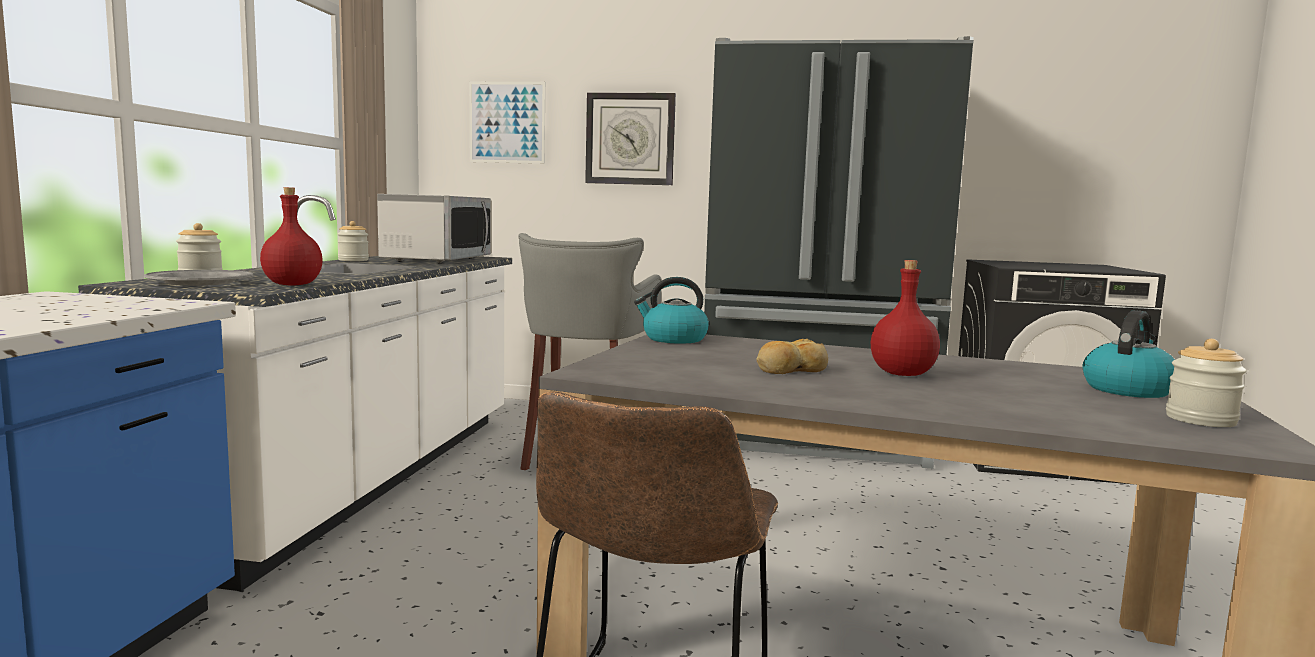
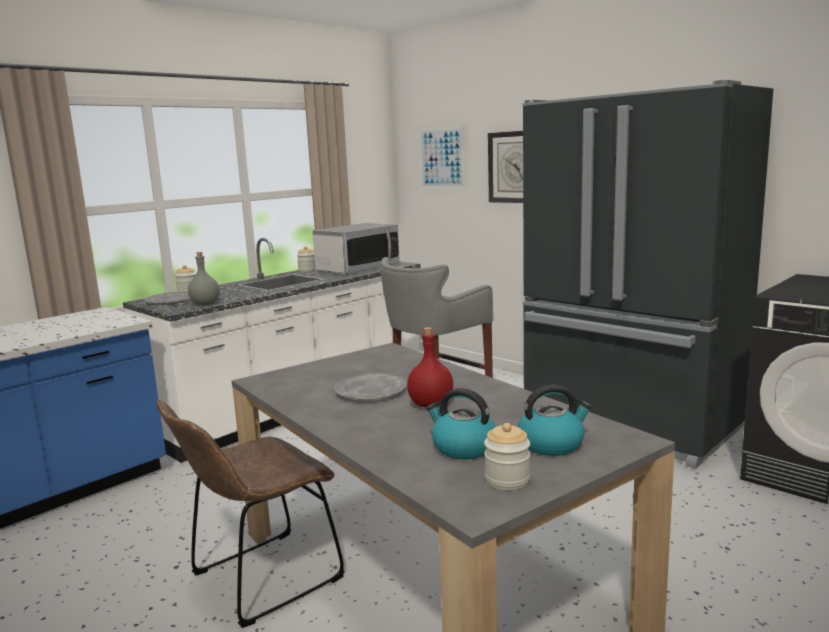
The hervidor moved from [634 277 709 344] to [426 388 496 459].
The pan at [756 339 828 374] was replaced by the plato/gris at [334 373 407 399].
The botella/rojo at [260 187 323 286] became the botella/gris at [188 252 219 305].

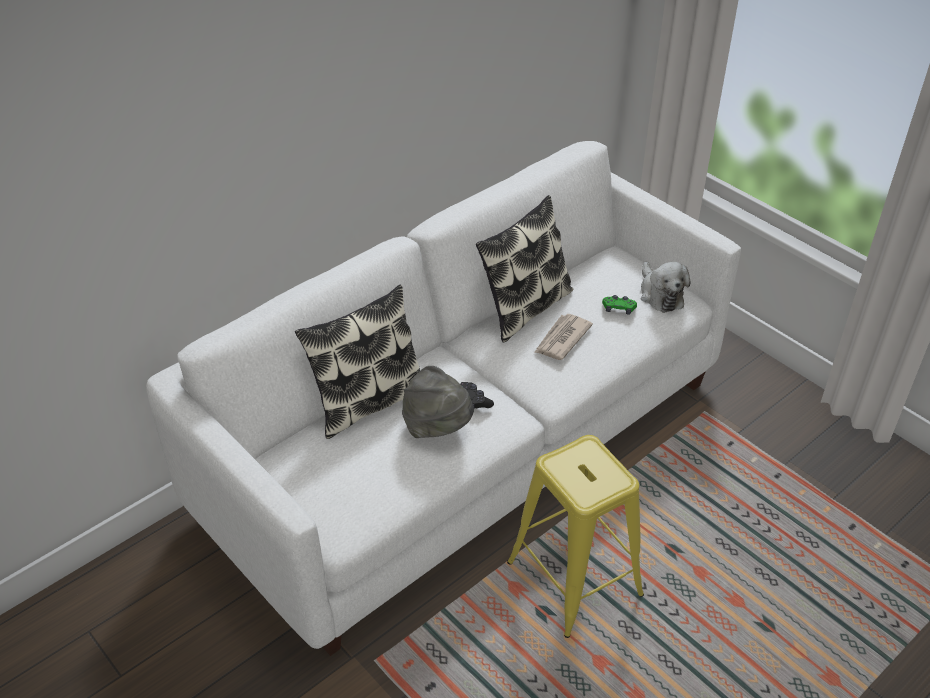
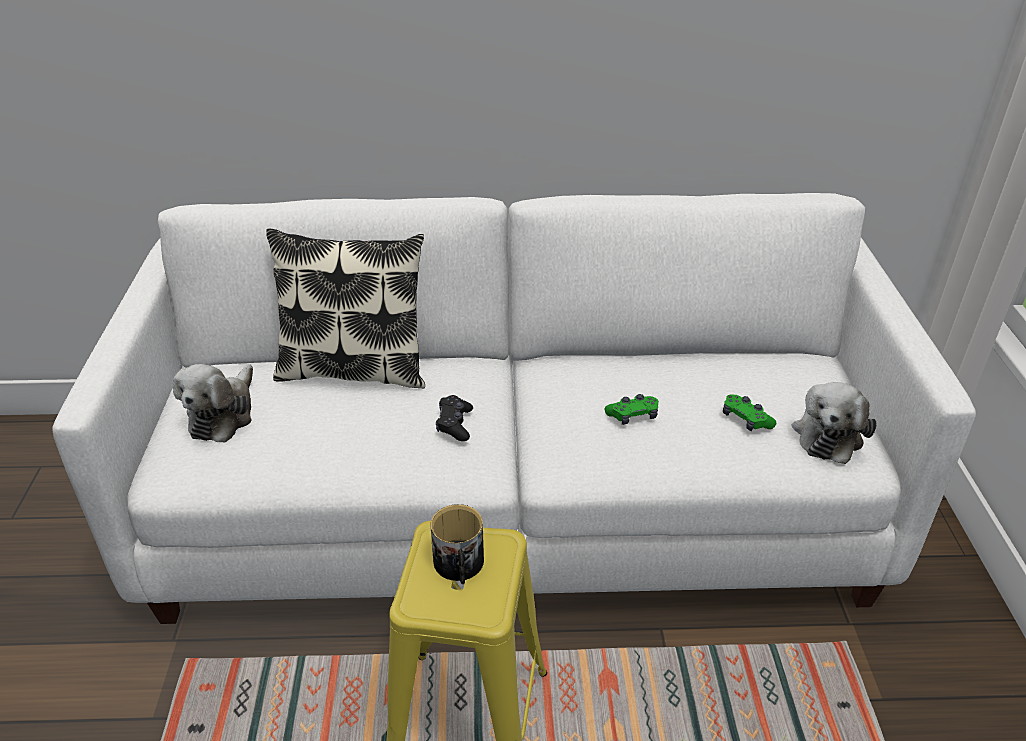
The sombrero/gris at [402 366 474 438] disappeared.
The cojín at [476 195 573 343] disappeared.
The peluche at [173 364 253 443] appeared.
The taza grande at [430 504 484 584] appeared.
The periódico at [534 314 593 360] was replaced by the mando de consola/verde at [605 394 659 425].

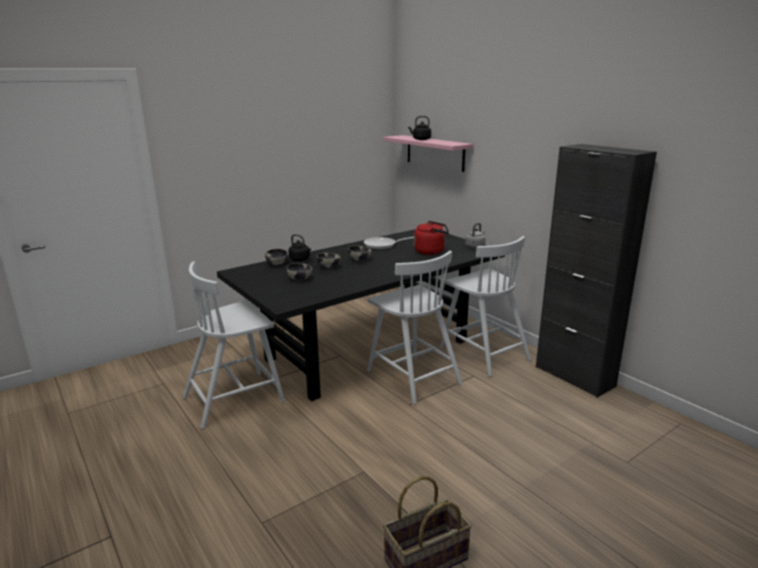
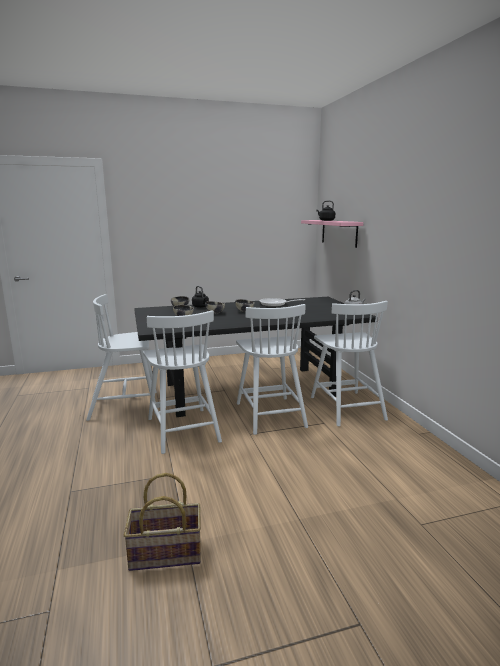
The hervidor/rojo at [414 221 449 255] disappeared.
The armario/negro at [536 144 657 398] disappeared.
The silla/blanco at [143 310 222 454] appeared.

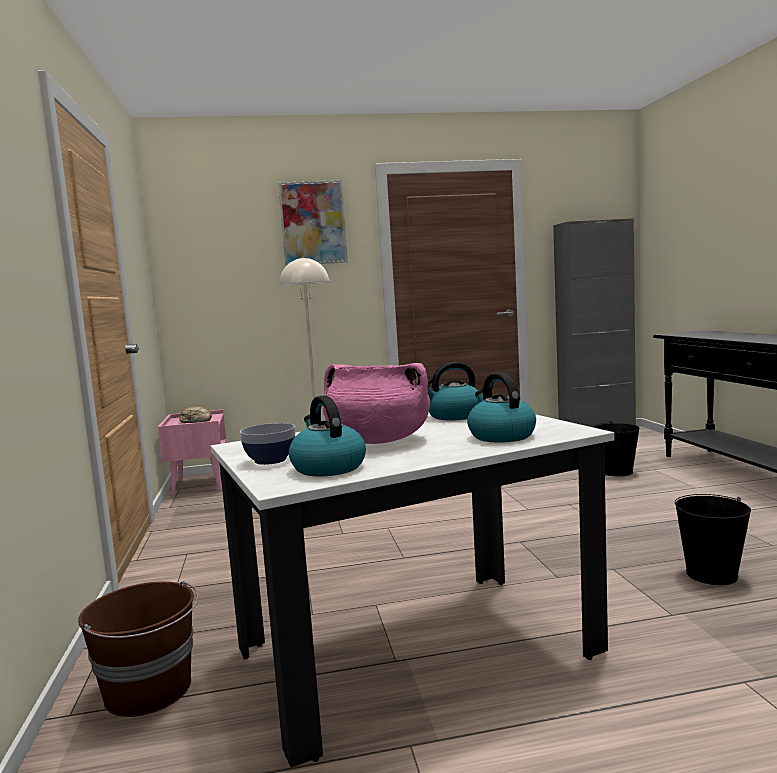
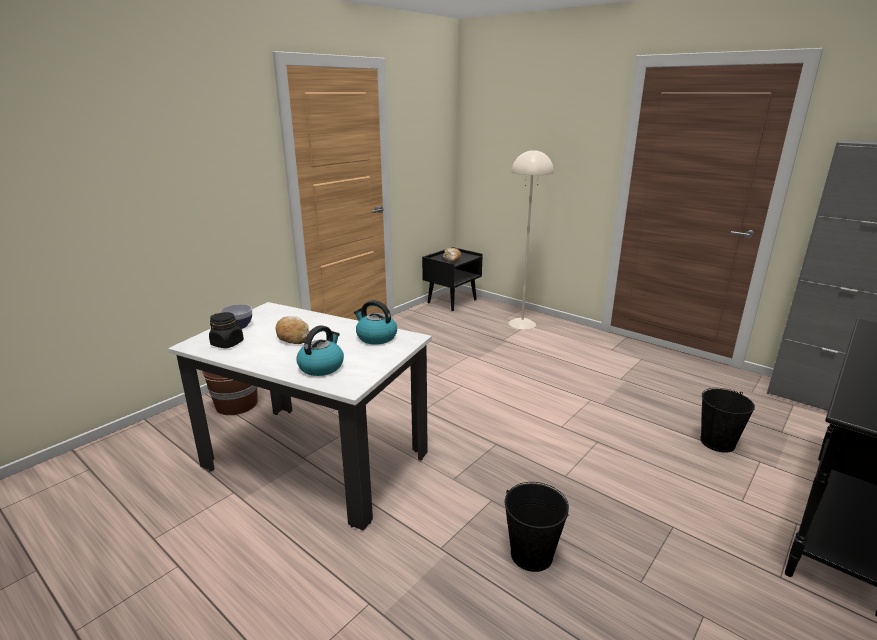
The cuadro at [278 180 348 266] disappeared.
The hervidor at [289 395 366 476] was replaced by the tarro/negro at [209 312 244 348].
The olla/rosa at [322 363 430 444] was replaced by the pan at [276 316 310 344].
The mesita de noche/rosa at [158 410 226 496] became the mesita de noche/negro at [422 247 483 311].

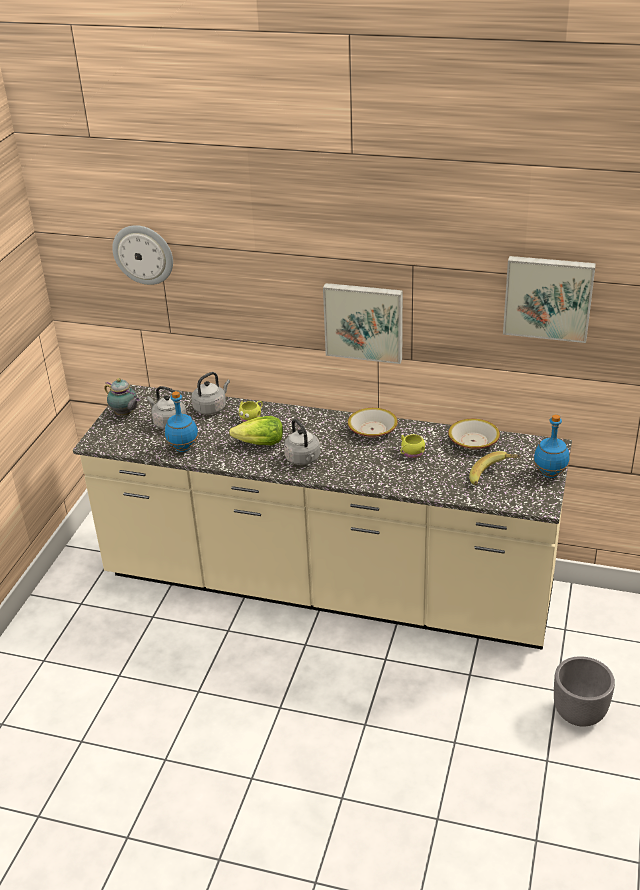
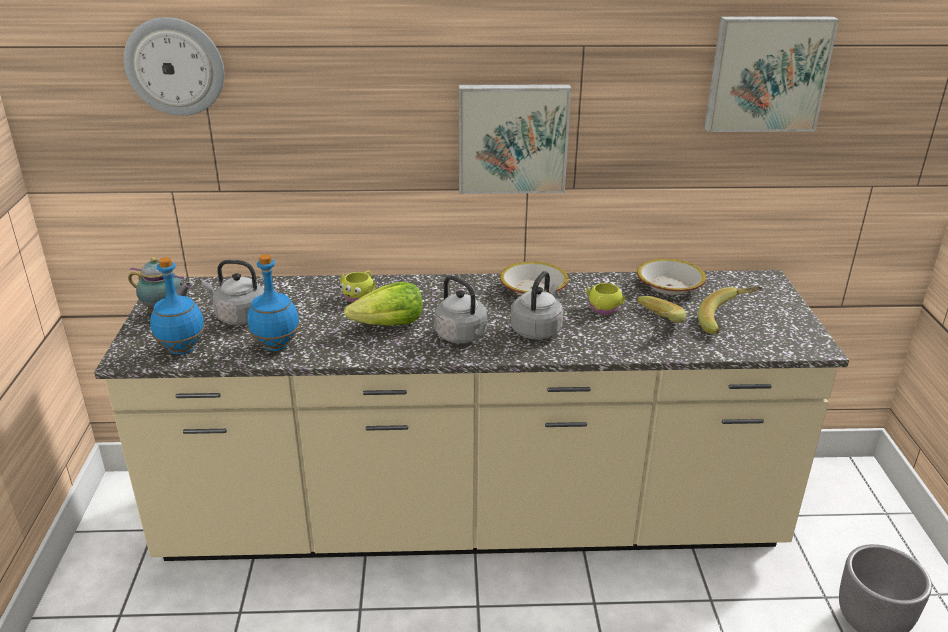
The plátano at [636 296 686 323] appeared.
The hervidor/gris moved from [192 372 230 415] to [510 271 563 340].
The botella/azul moved from [534 414 570 478] to [150 257 205 355].

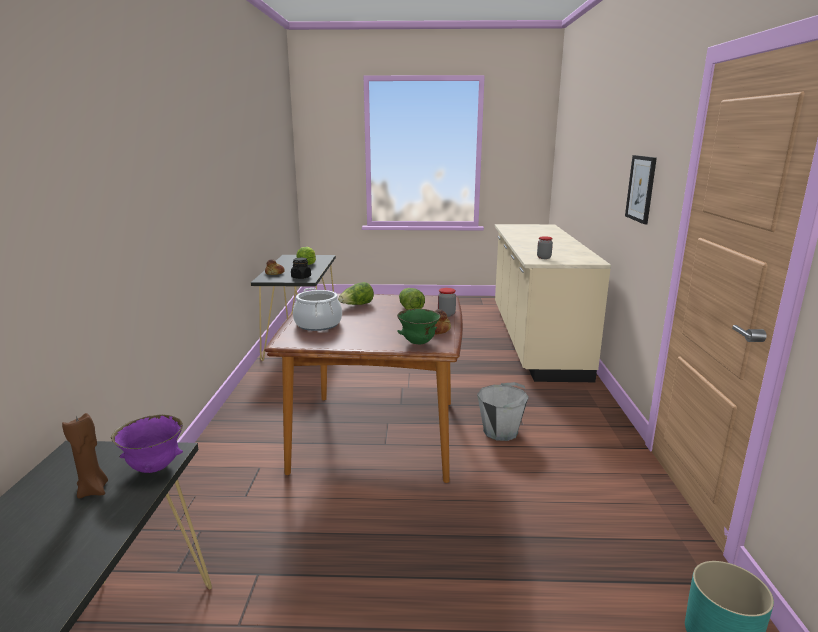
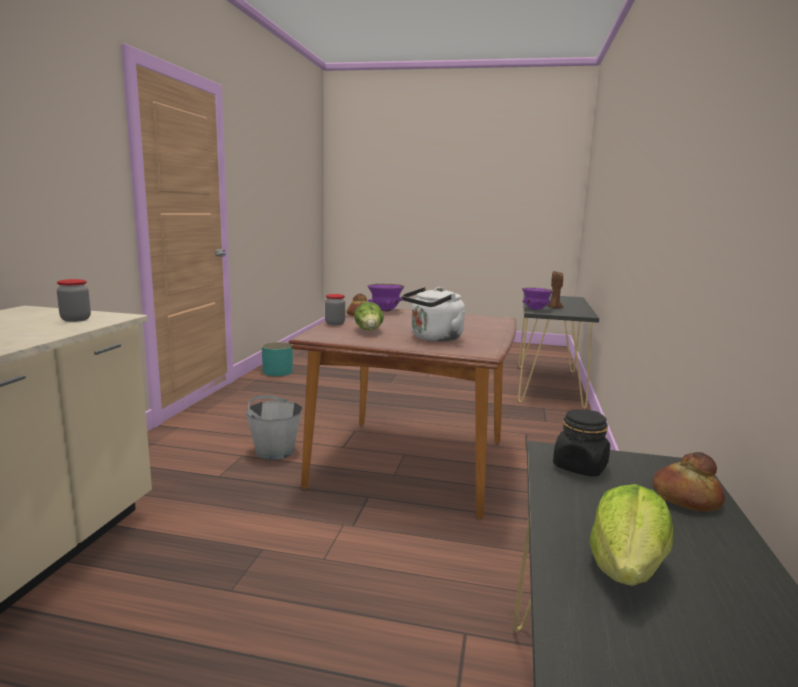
The olla at [293 288 342 331] disappeared.
The cuadro at [625 155 657 224] disappeared.
The lechuga at [338 282 374 305] was replaced by the hervidor/blanco at [402 287 465 342].
The cuenco/verde at [397 309 441 344] became the cuenco/morado at [368 283 404 311].

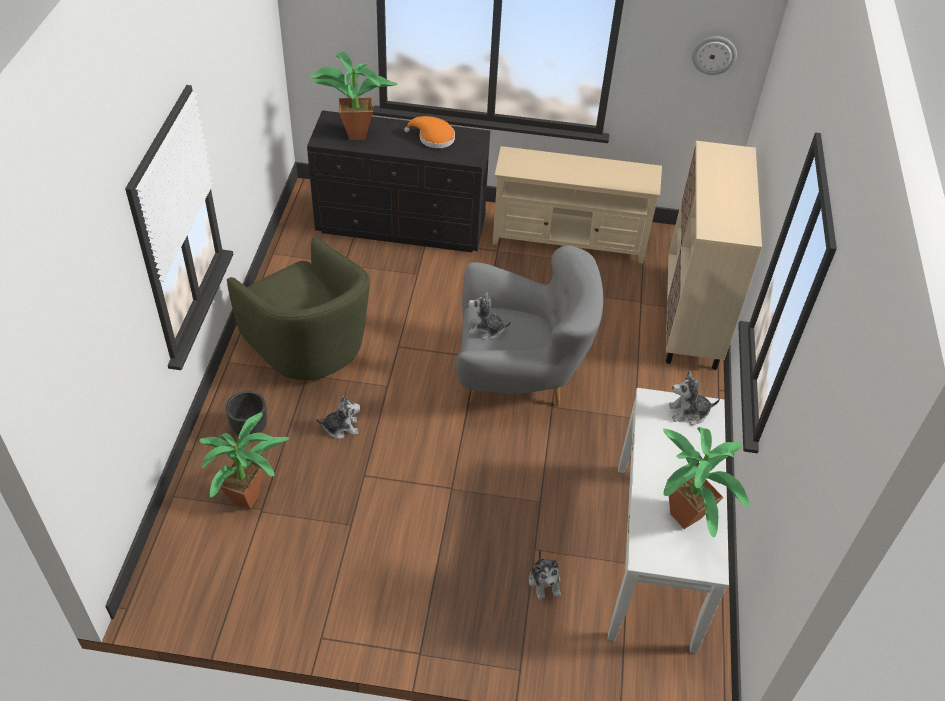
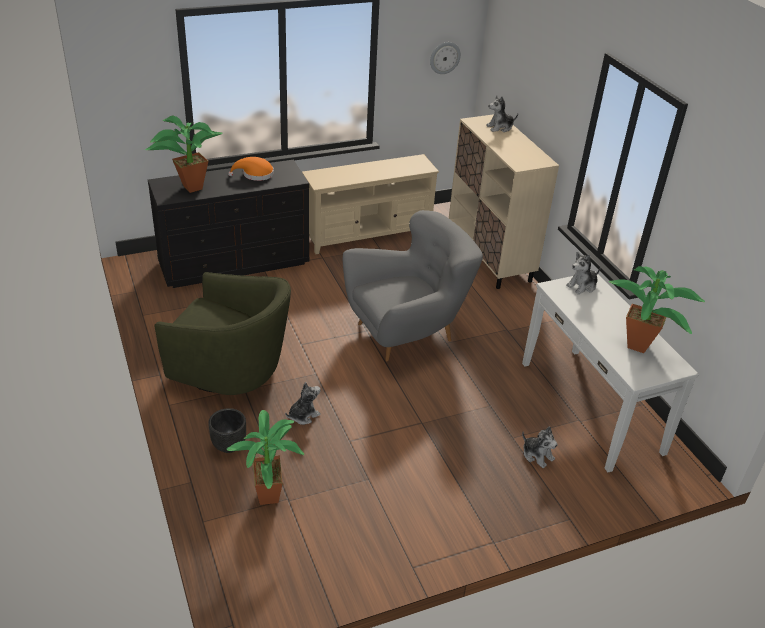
The peluche moved from [468 291 511 340] to [486 95 518 132].

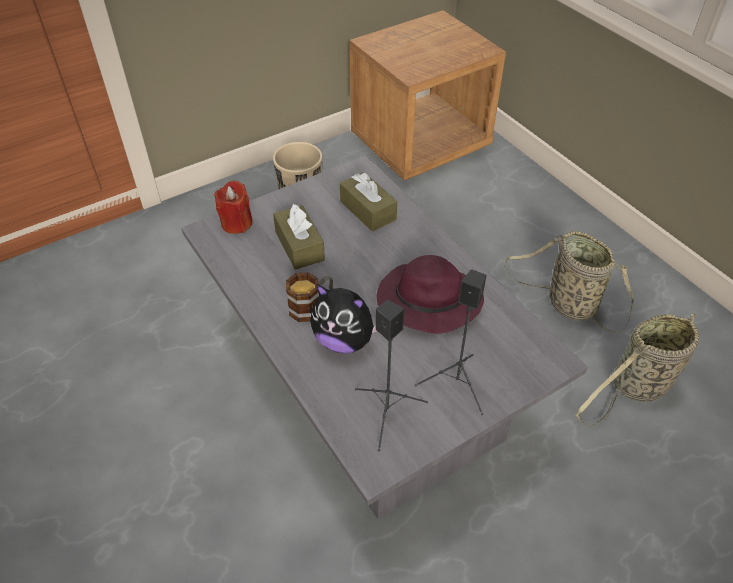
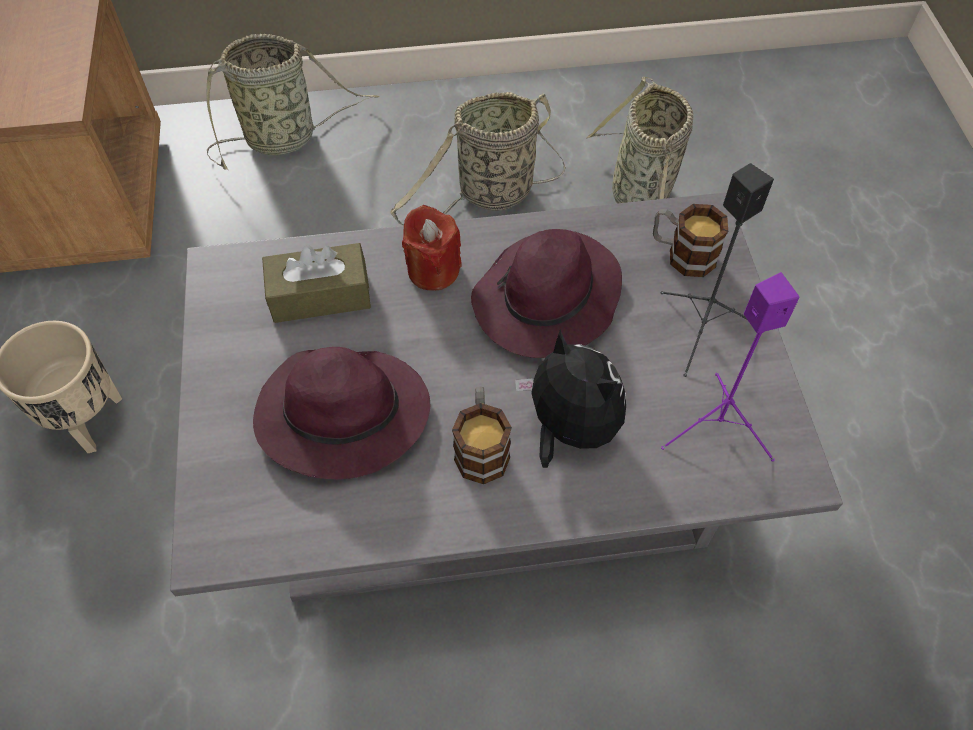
The cesta at [207 34 380 170] appeared.
The taza grande at [653 204 728 277] appeared.
The vela/rojo moved from [214 181 253 234] to [402 205 462 291].
The caja de pañuelos/marrón at [273 204 325 270] was replaced by the sombrero/morado at [253 347 430 479].
The altavoz/negro at [355 299 428 451] became the altavoz/morado at [661 272 800 462].
The peluche at [310 284 377 354] turned 90 degrees counterclockwise.

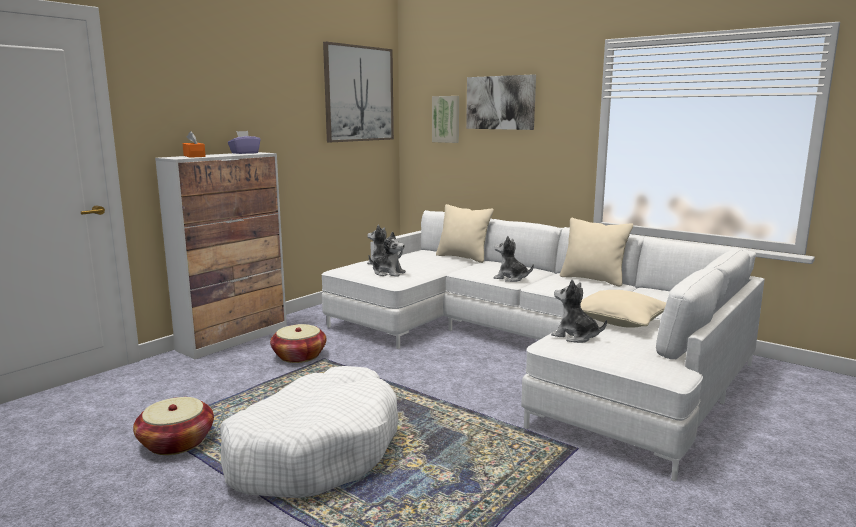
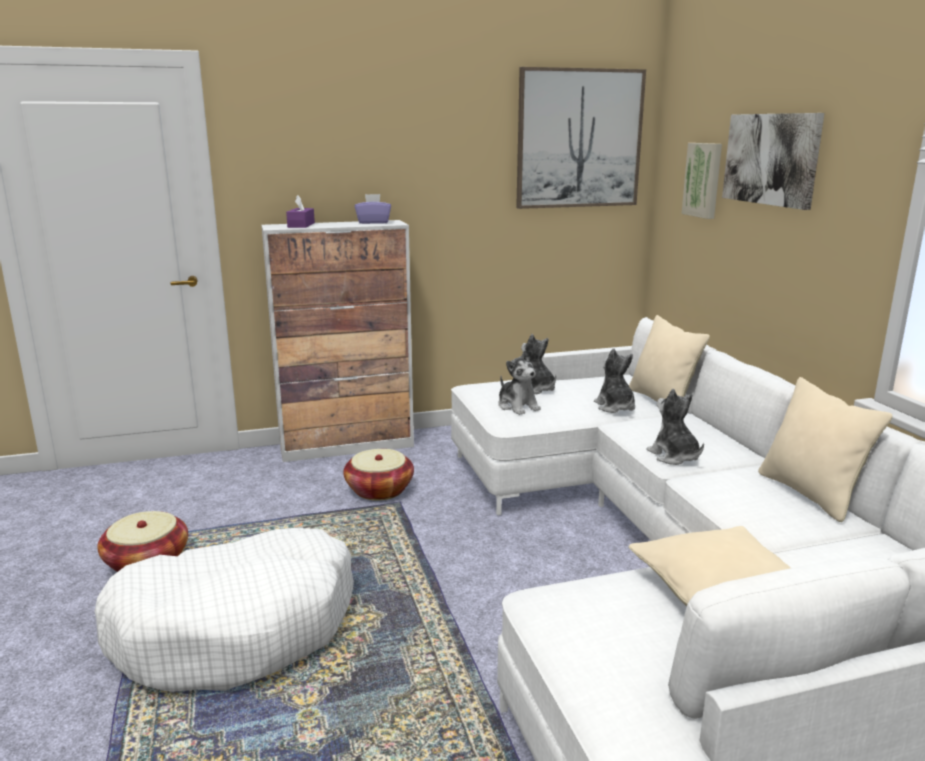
The peluche moved from [551 279 607 343] to [594 348 635 413].
The caja de pañuelos/naranja at [183 131 206 158] became the caja de pañuelos/morado at [286 195 315 228].

